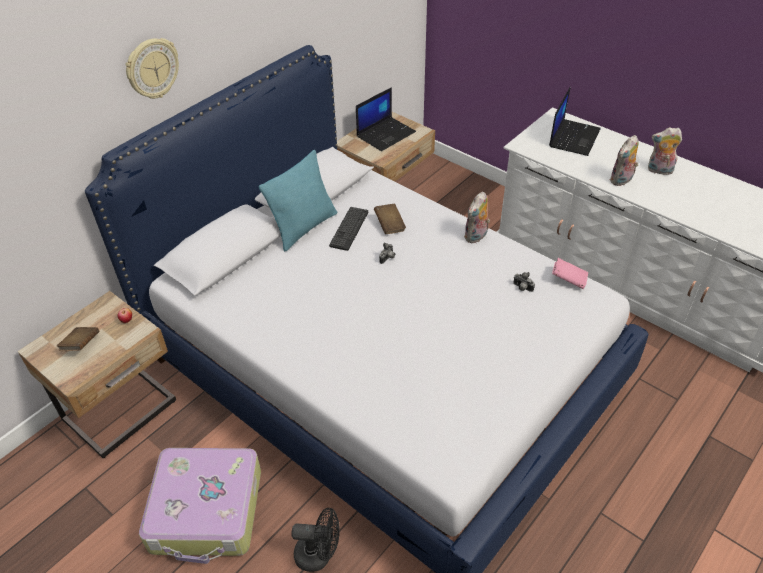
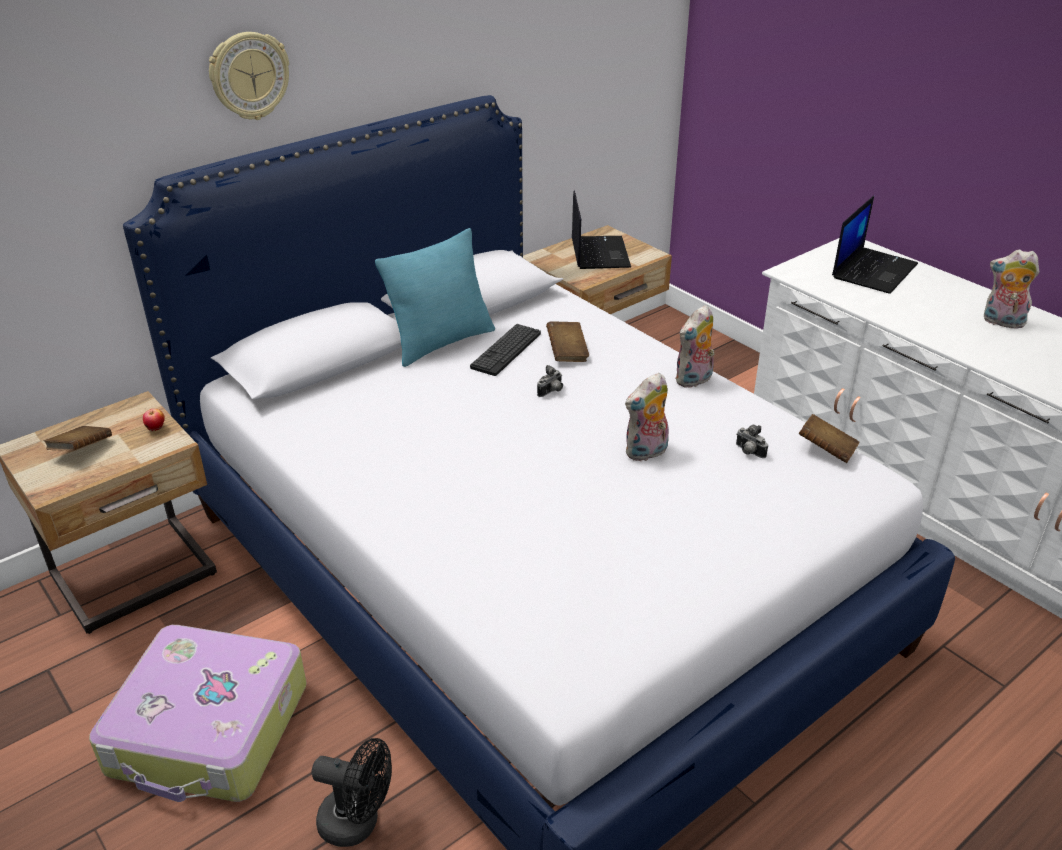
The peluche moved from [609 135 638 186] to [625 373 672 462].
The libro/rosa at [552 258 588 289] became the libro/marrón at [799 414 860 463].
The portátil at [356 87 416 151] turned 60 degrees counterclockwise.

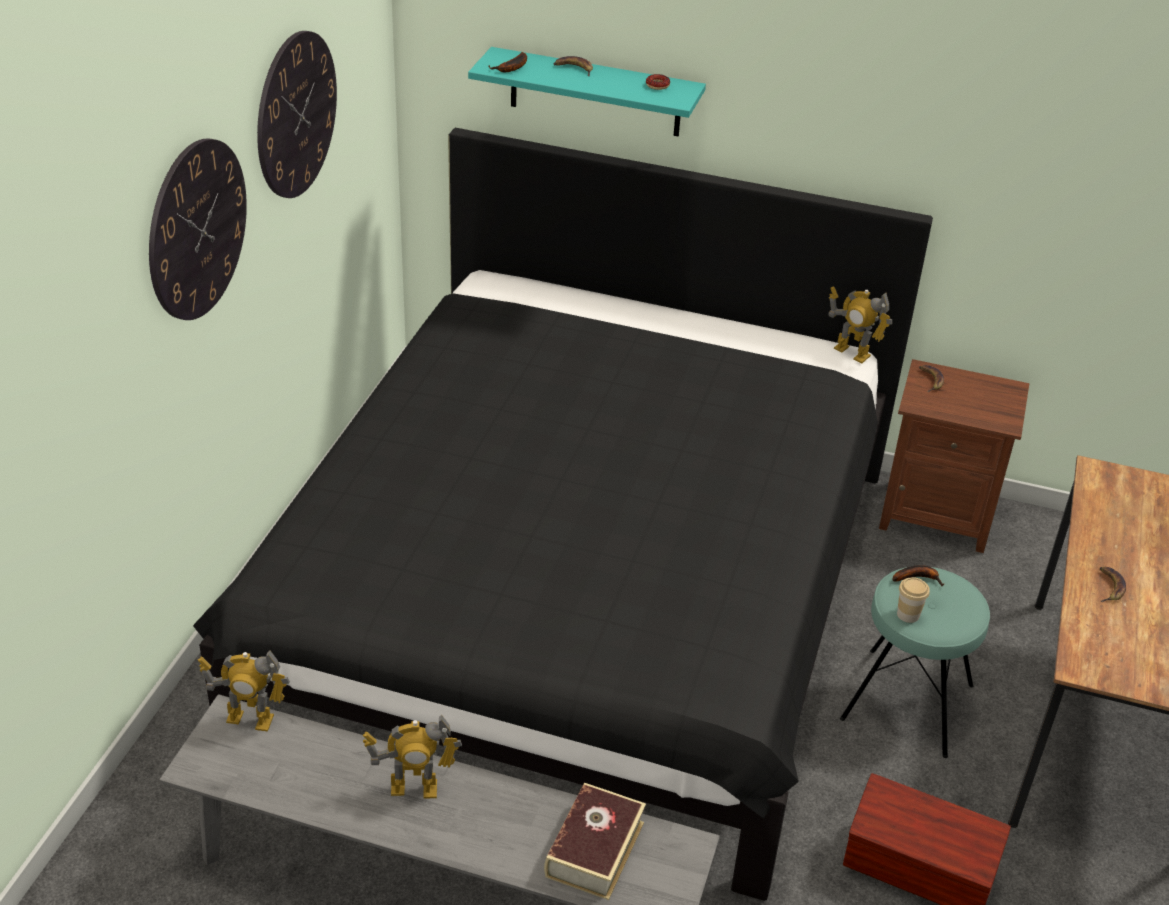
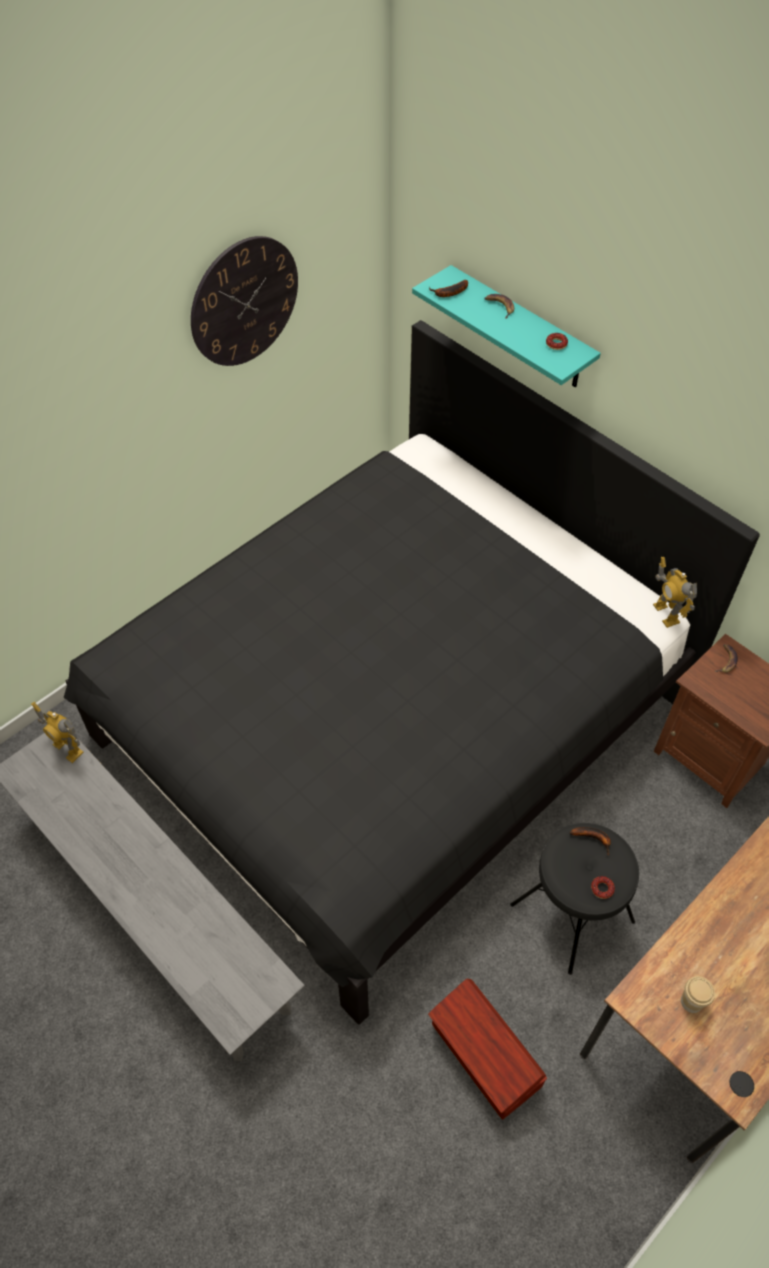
The reloj de pared at [149 138 247 320] disappeared.
The robot de juguete at [363 714 462 799] disappeared.
The libro at [544 783 646 900] disappeared.
The plátano at [1100 567 1126 602] disappeared.
The rosquilla at [591 876 615 899] appeared.
The taza moved from [897 577 930 623] to [681 976 715 1013].
The taburete/turquesa at [840 567 990 758] became the taburete/negro at [510 823 639 975].

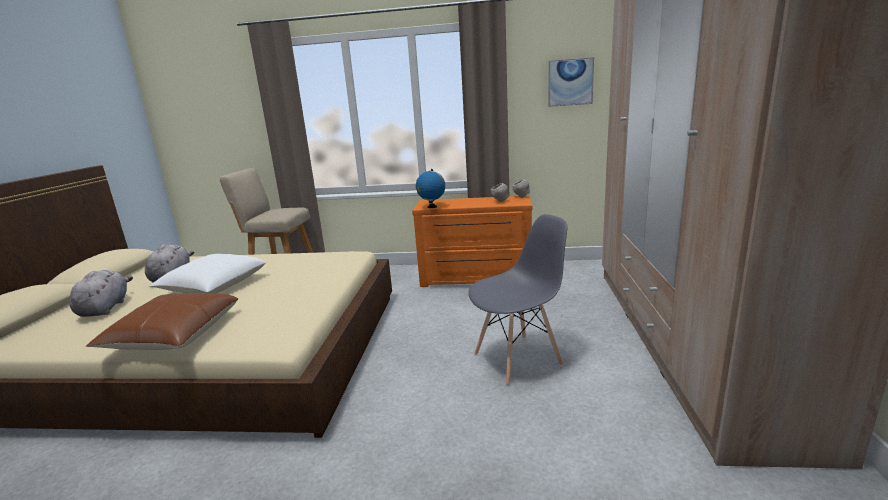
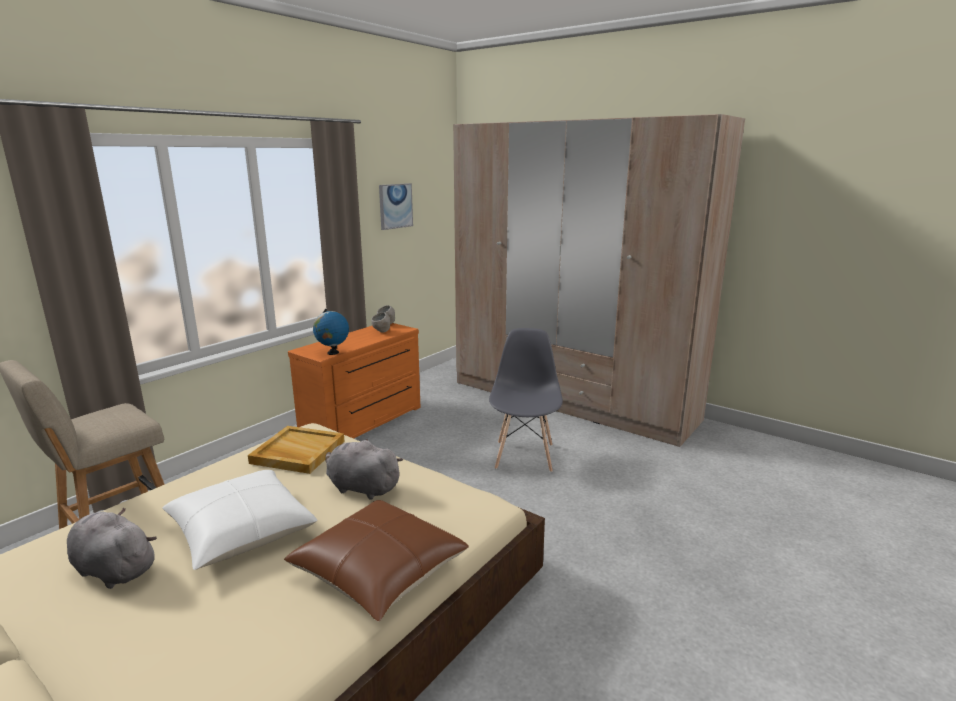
The bandeja/beis at [248 426 345 474] appeared.
The peluche/gris moved from [70 270 133 317] to [325 439 403 500].

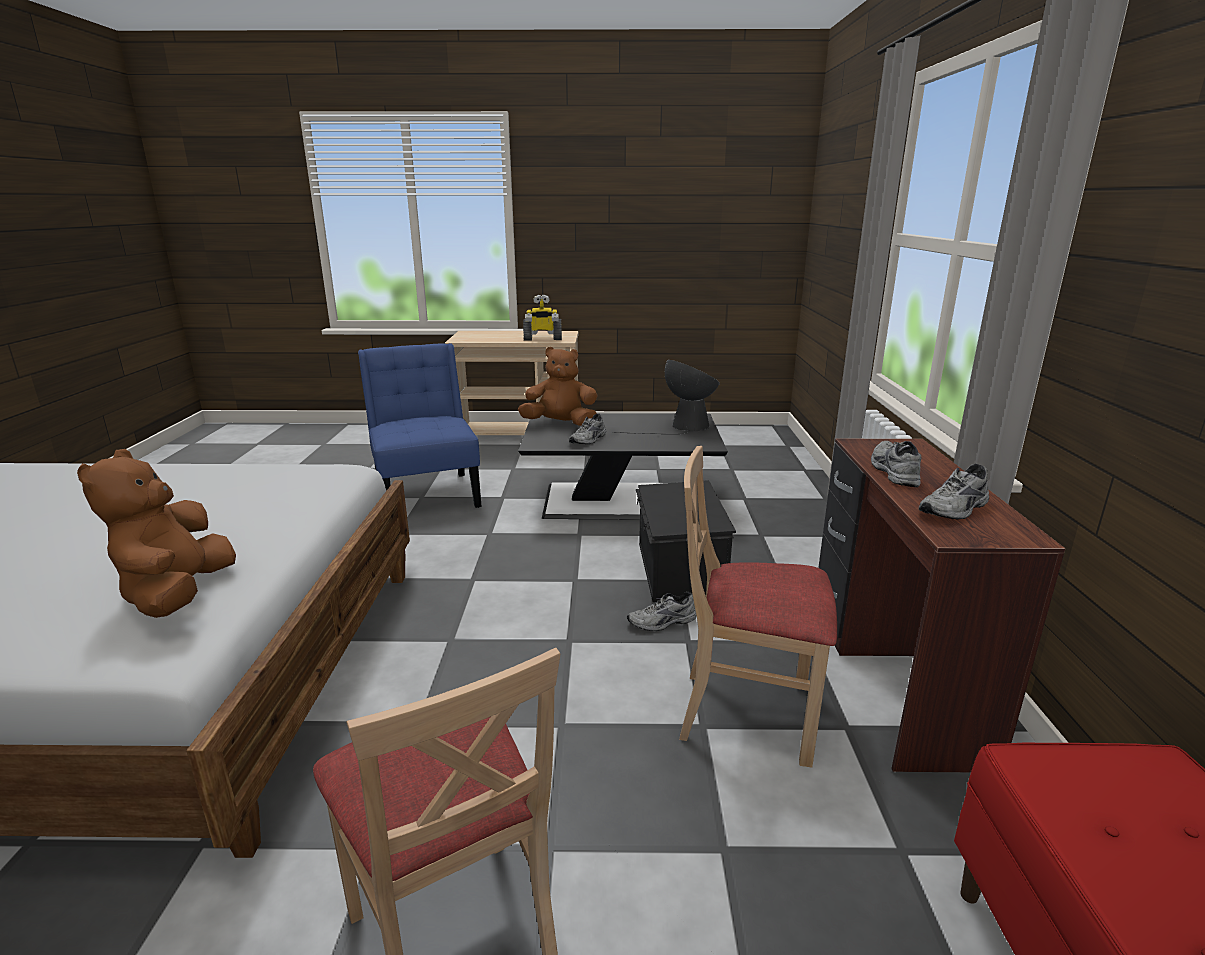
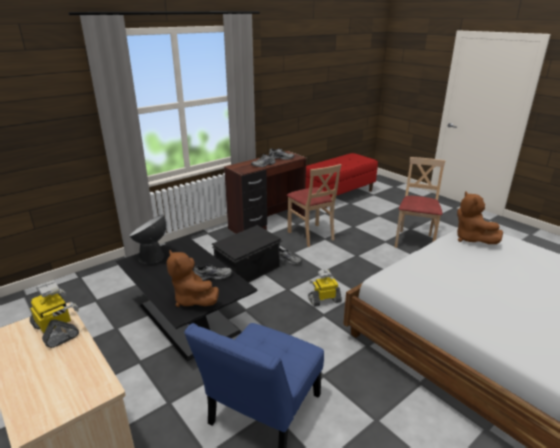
The robot de juguete at [308 269 342 307] appeared.
The peluche/marrón at [77 449 236 618] turned 120 degrees clockwise.

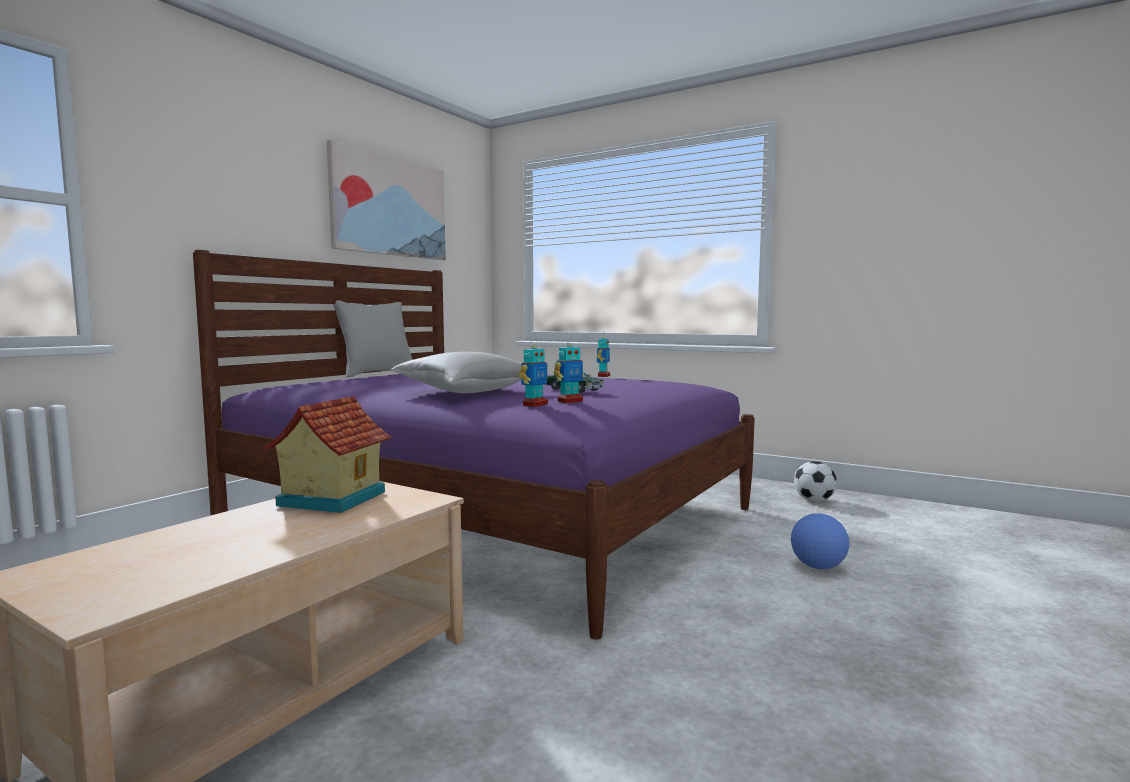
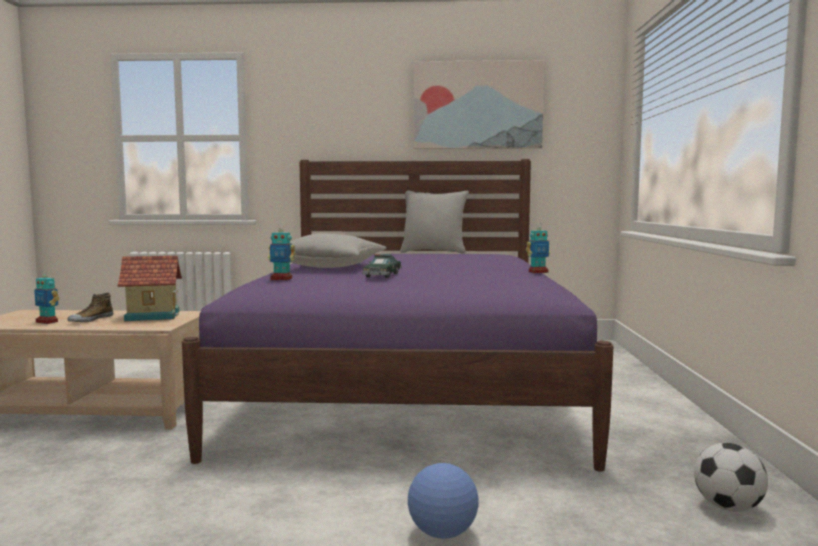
The zapato at [68 293 113 322] appeared.
The robot de juguete moved from [554 337 584 403] to [34 270 60 324].

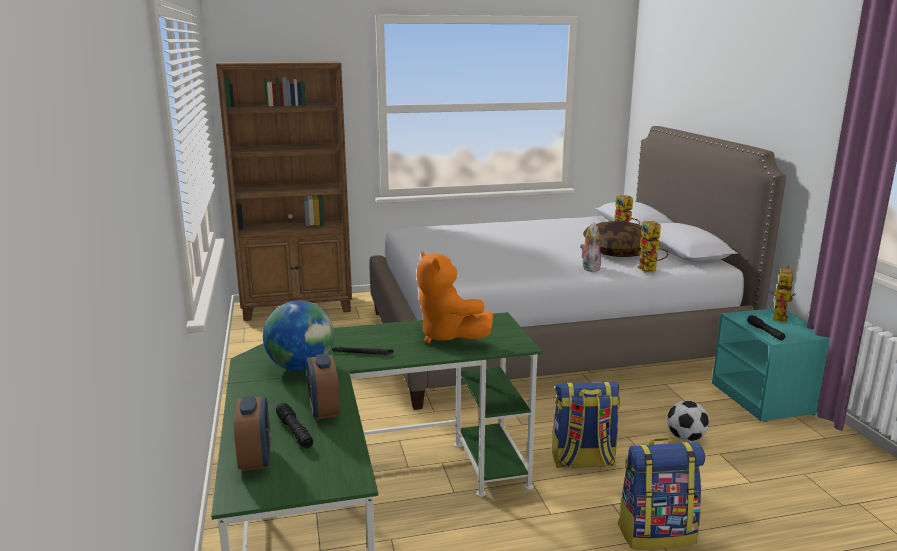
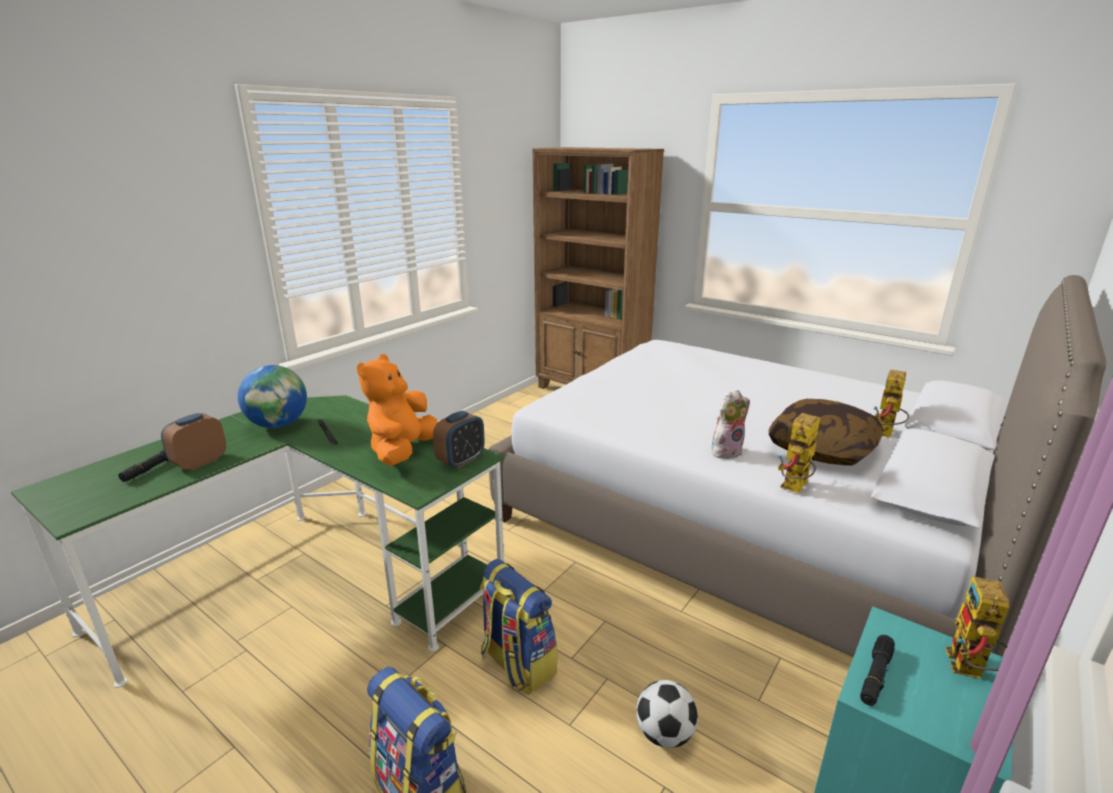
The despertador moved from [234 396 271 471] to [433 410 485 469].
The robot de juguete at [769 265 796 322] turned 120 degrees clockwise.

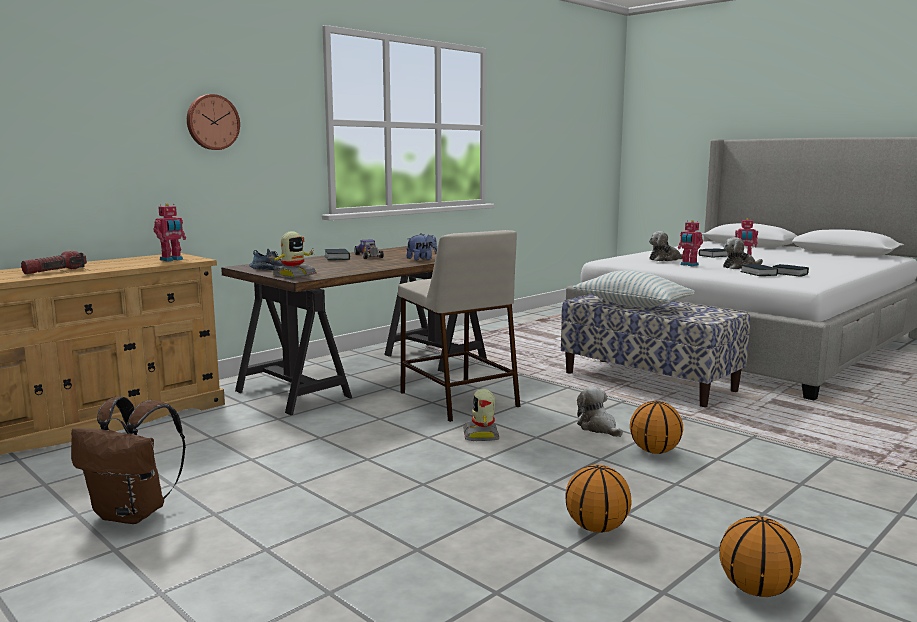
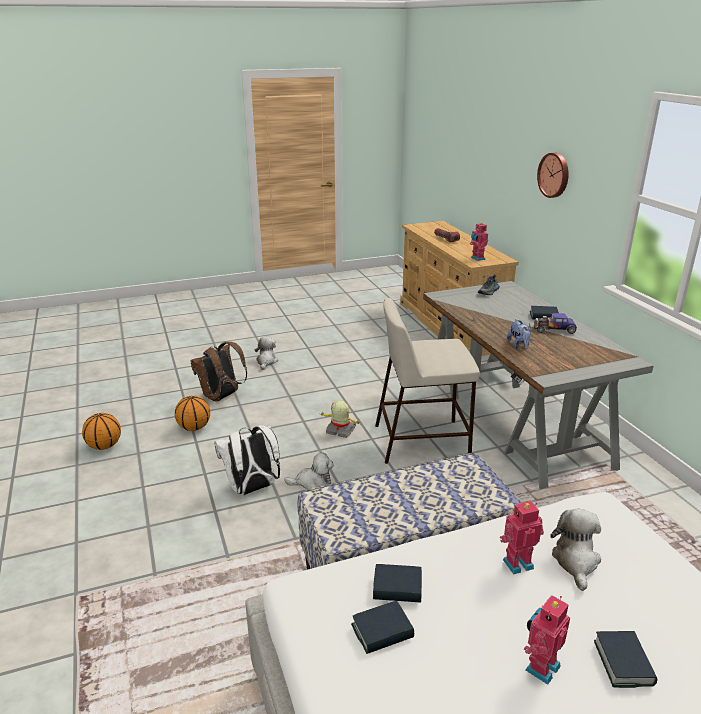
The robot de juguete at [268 231 317 278] disappeared.
The cojín at [572 270 696 308] disappeared.
The mochila/marrón moved from [71 397 186 524] to [190 342 247 402].
The peluche moved from [723 237 763 269] to [255 337 278 370].
The balón de baloncesto at [630 401 683 454] was replaced by the mochila/blanco at [214 426 280 495].
The escritorio/marrón at [221 246 487 415] became the escritorio/gris at [423 281 653 489].

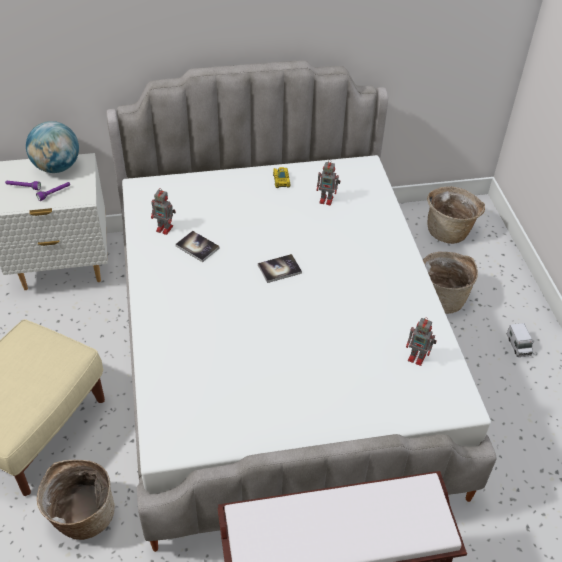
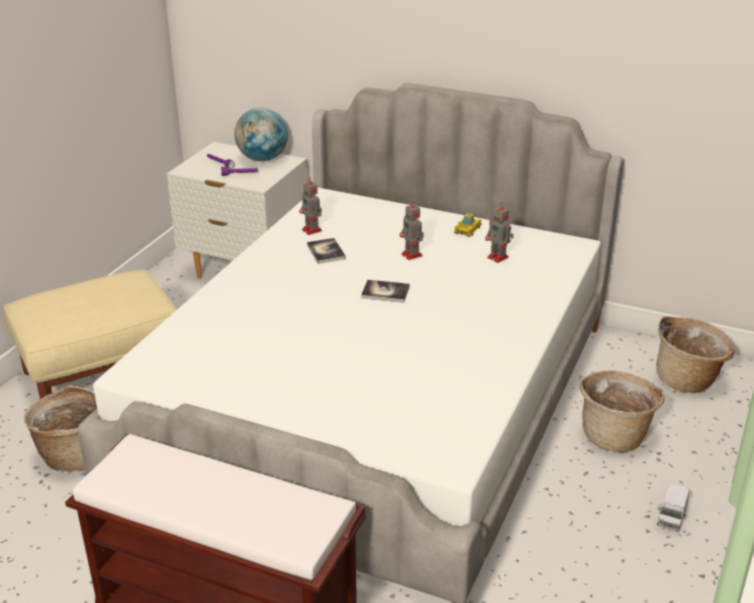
The robot de juguete moved from [406 318 437 366] to [400 200 424 260].

